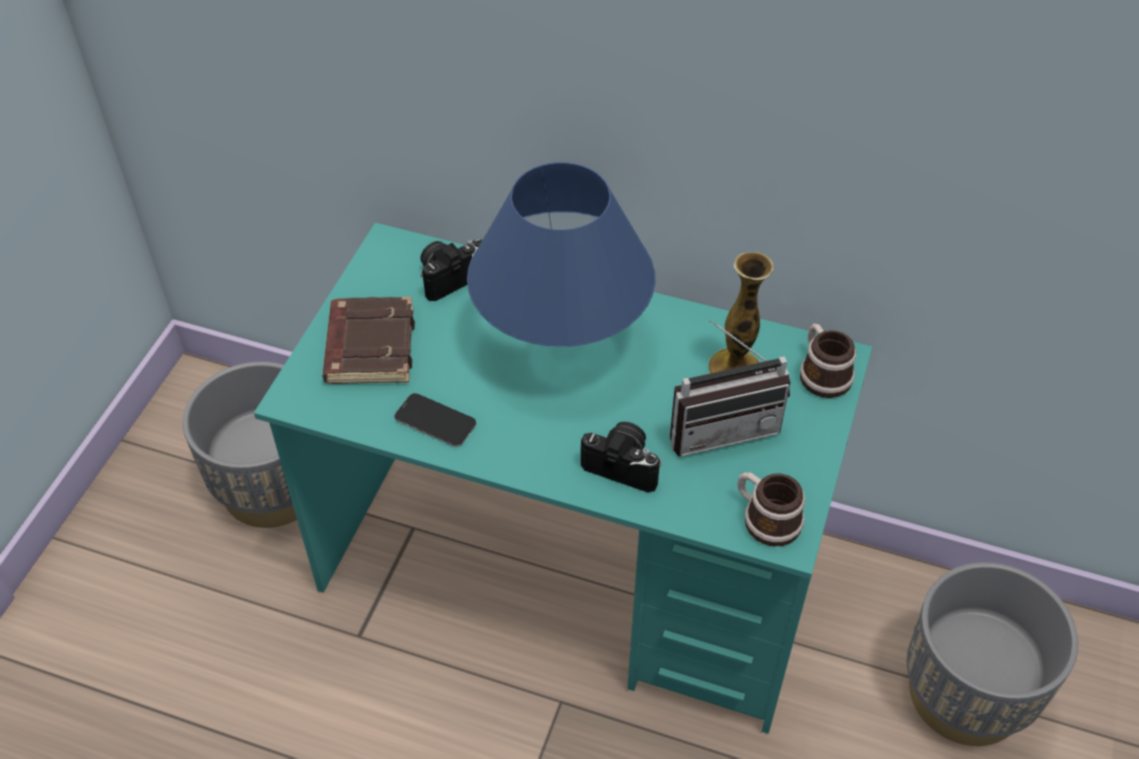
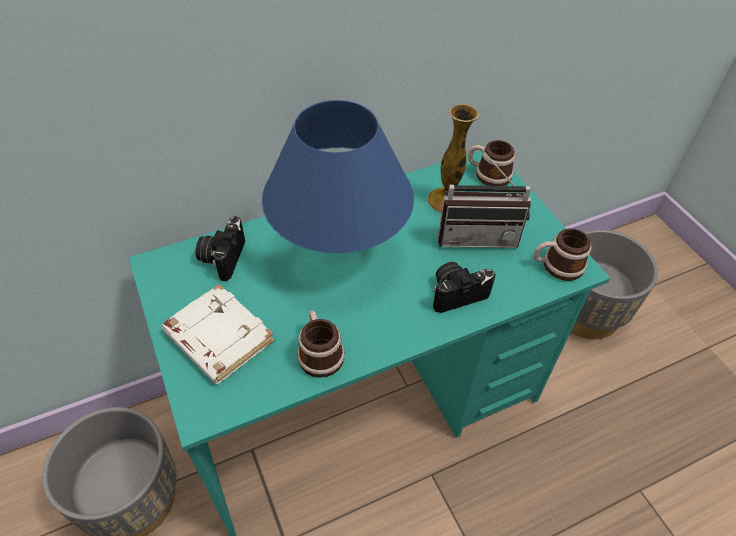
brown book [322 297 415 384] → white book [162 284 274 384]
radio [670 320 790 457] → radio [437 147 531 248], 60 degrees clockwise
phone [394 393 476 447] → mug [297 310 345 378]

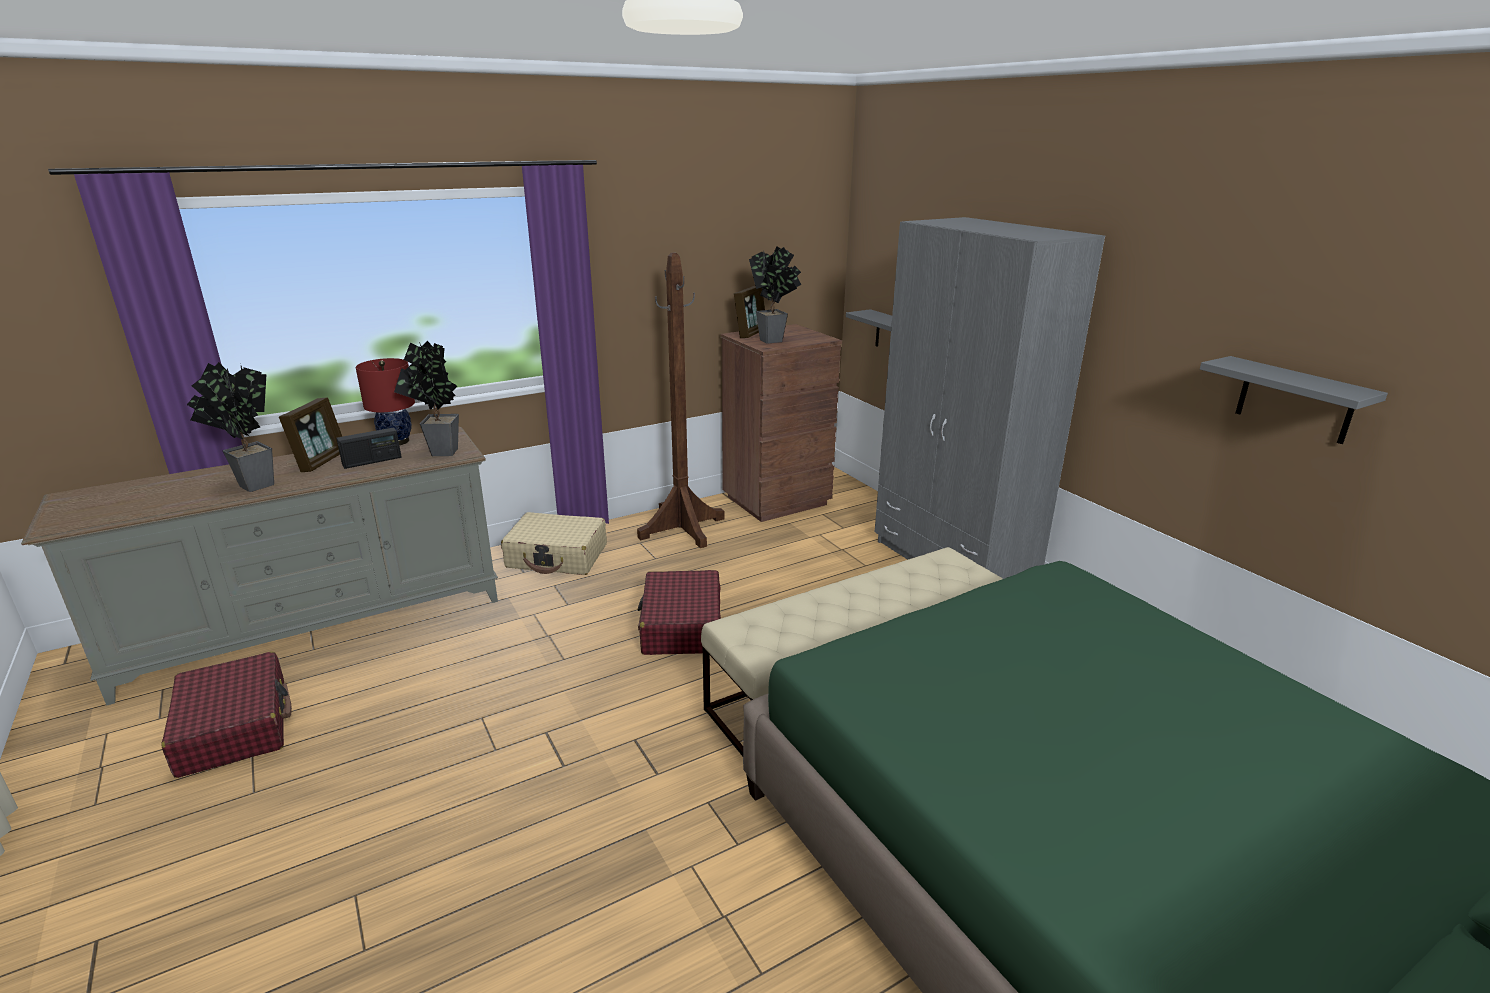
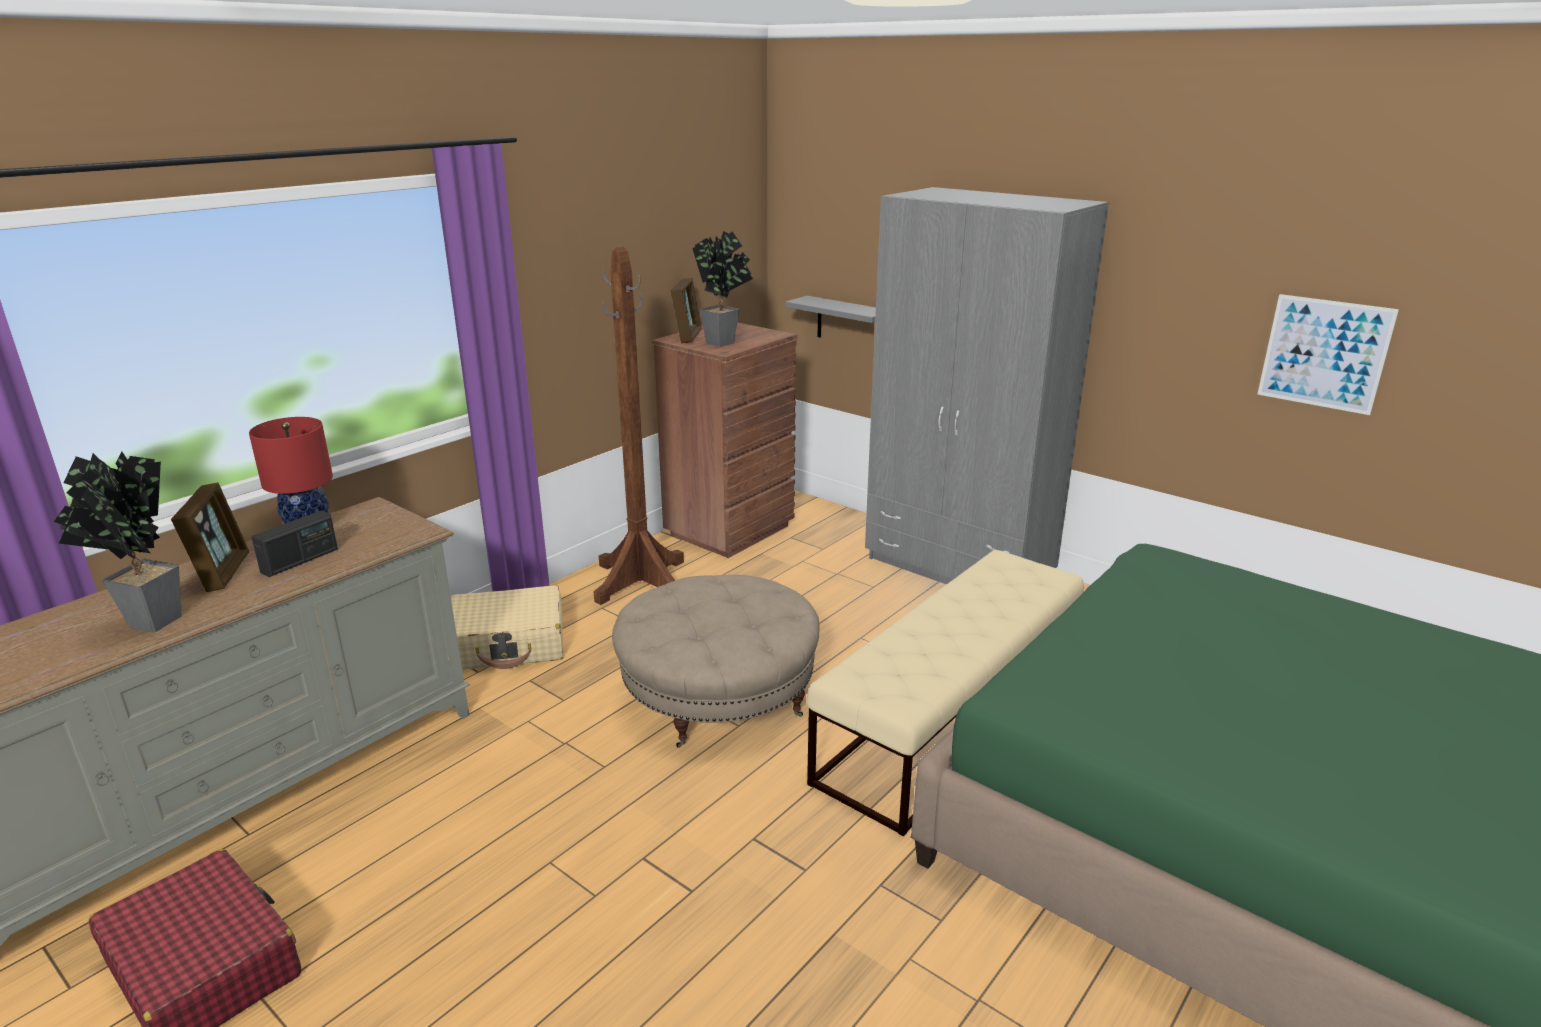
potted plant [394 341 459 456] → -
grey shelf [1200 356 1388 444] → picture [1257 294 1399 415]
red suitcase [638 570 721 655] → beige ottoman [612 575 819 747]

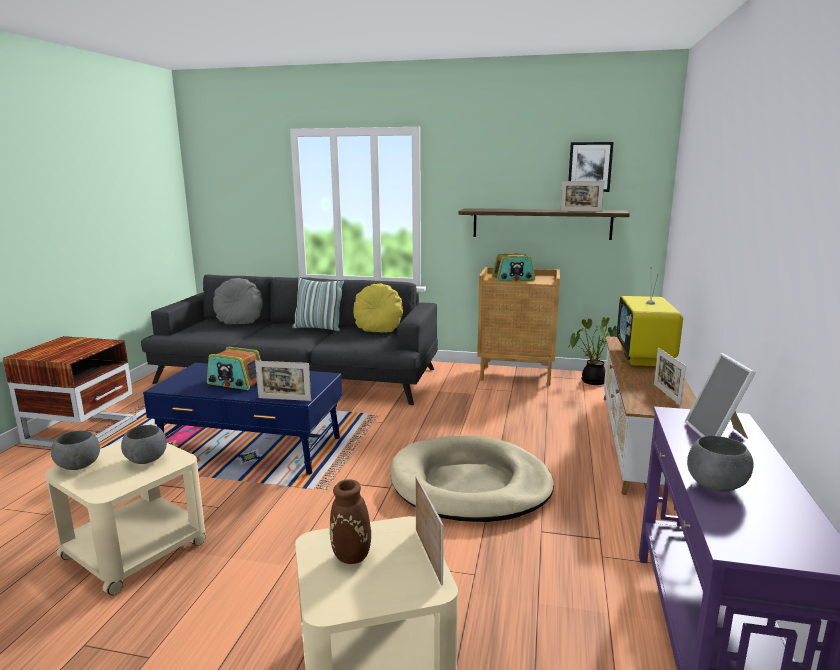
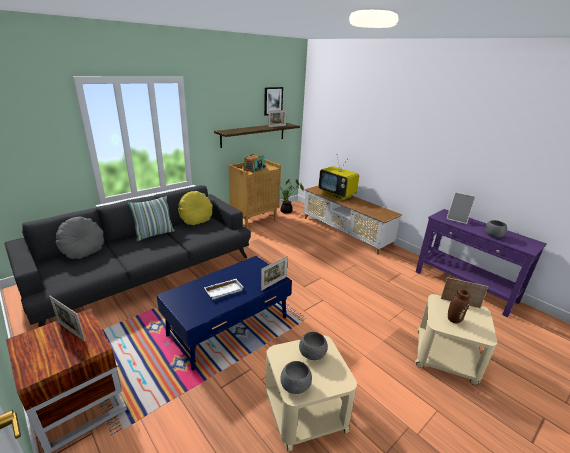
radio [207 347 261 390] → white tray [204 279 243 300]
picture frame [654 348 686 406] → picture frame [49 296 85 342], moved
beige dog bed [390 436 554 522] → -

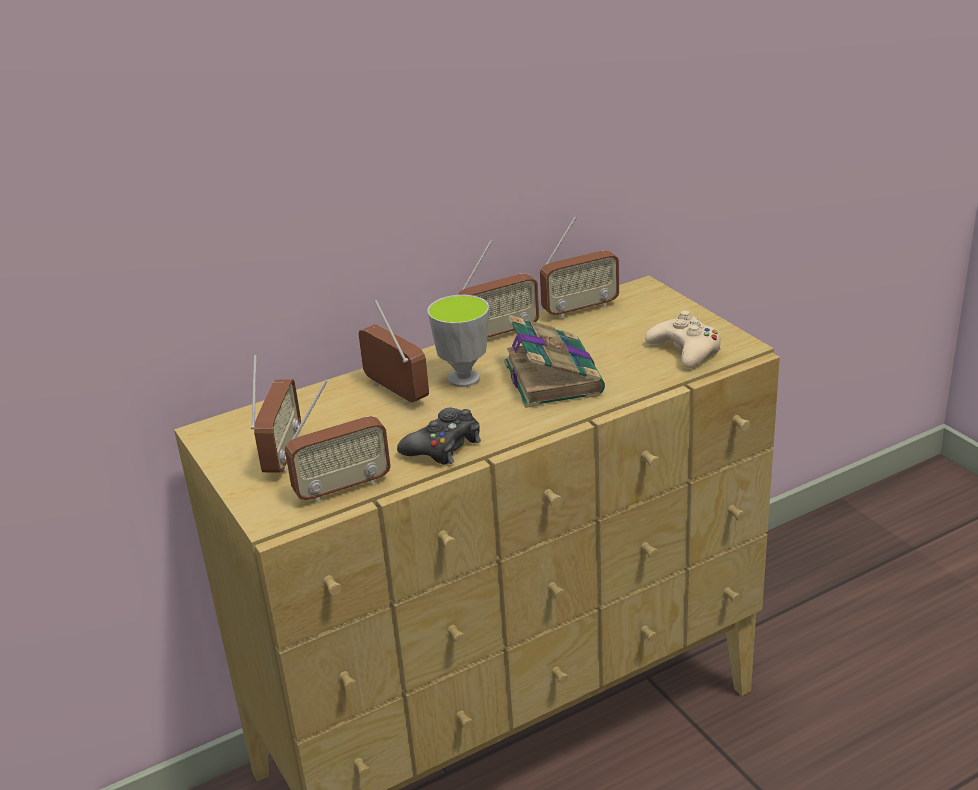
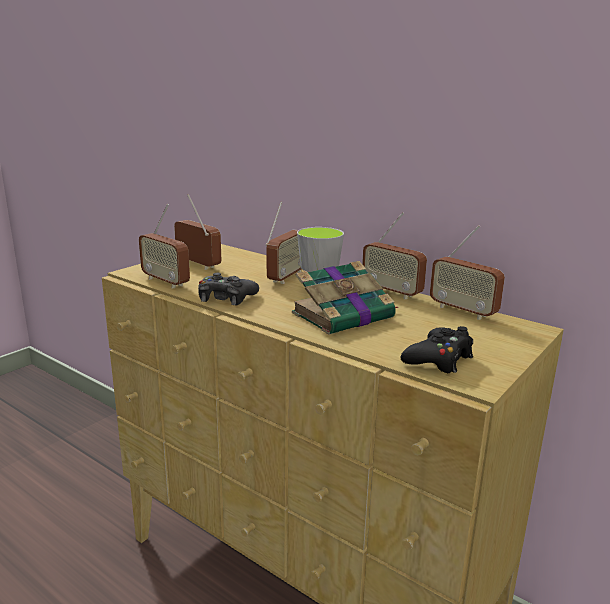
beige game controller [645 310 721 368] → black game controller [400 326 473 373]
radio [251 355 301 472] → radio [174 194 221 270], 120 degrees counterclockwise

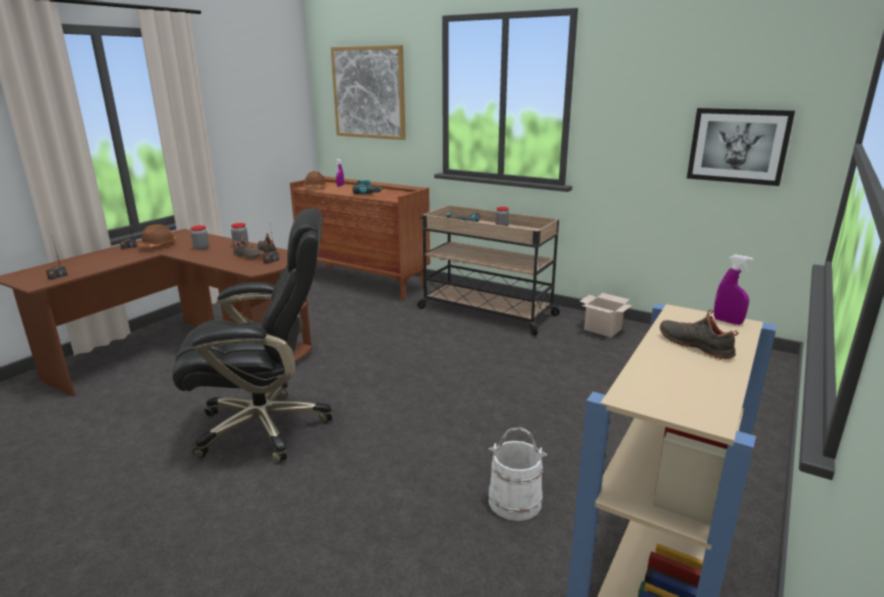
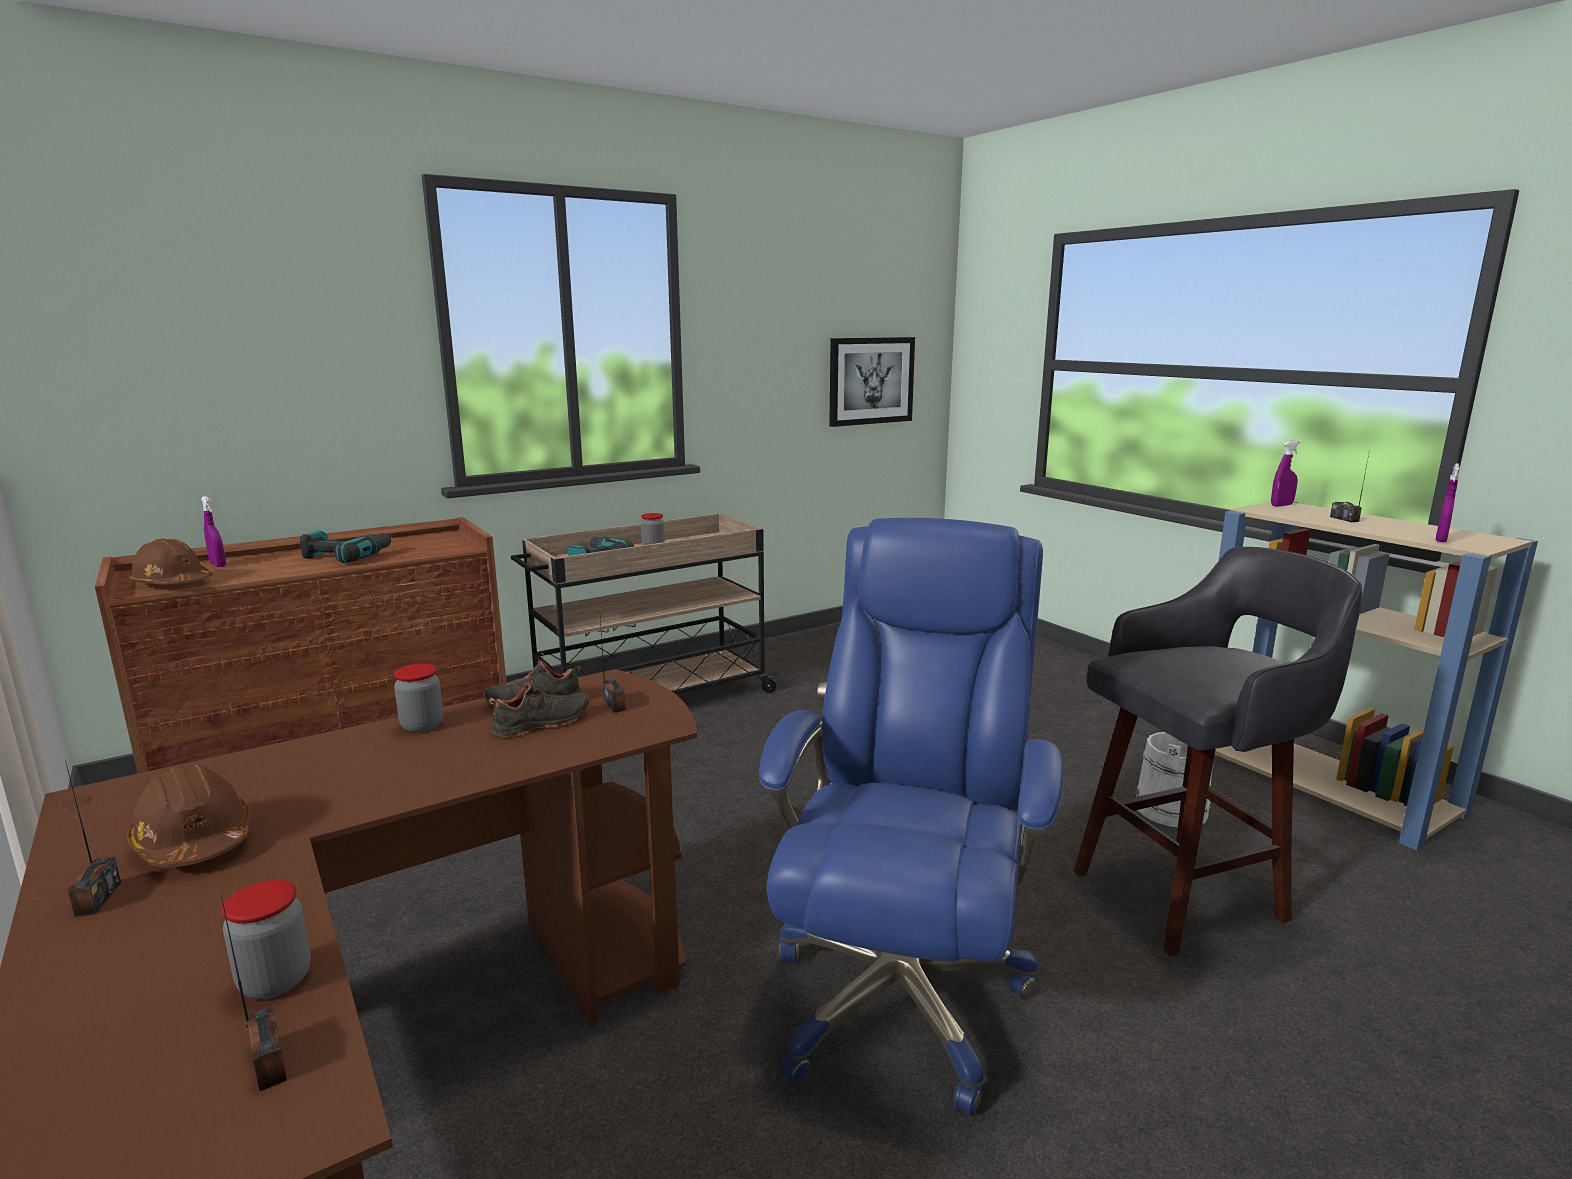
picture [331 45 406 140] → -
black office chair [172 208 332 463] → blue office chair [759 518 1064 1115]
jar [190 225 209 250] → jar [222 880 311 999], moved
cardboard box [580 293 632 337] → -
black shoe [660 309 739 360] → radio [1330 454 1369 522]
- → purple spray bottle [1436 464 1460 542]
- → grey stool [1073 547 1362 956]

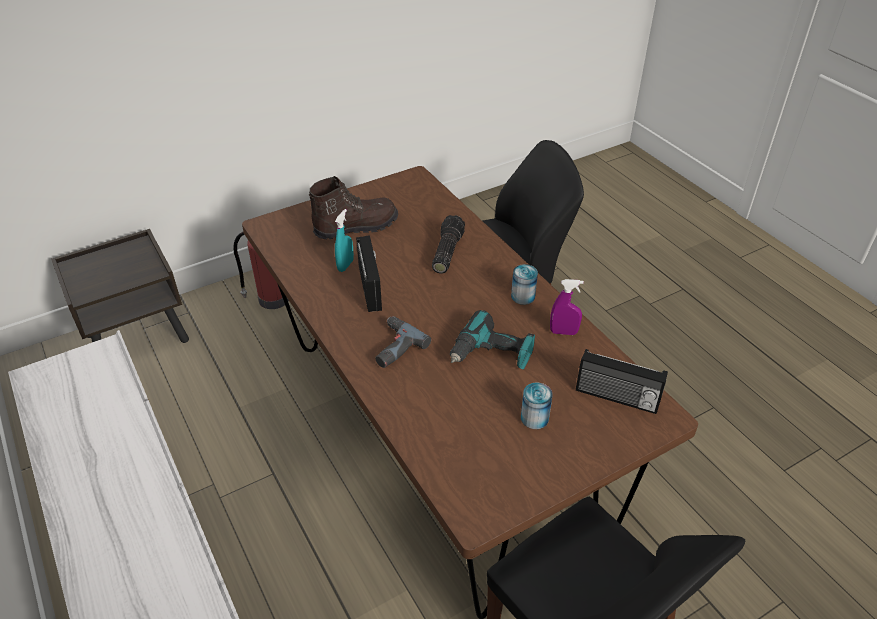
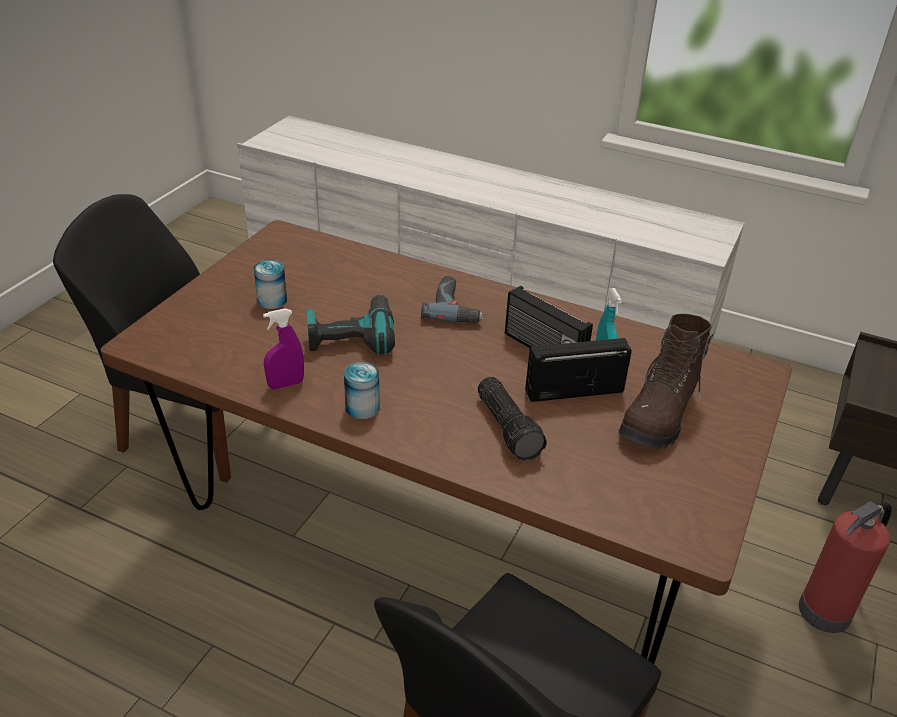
radio [576 349 668 414] → radio [525 338 632 402], moved

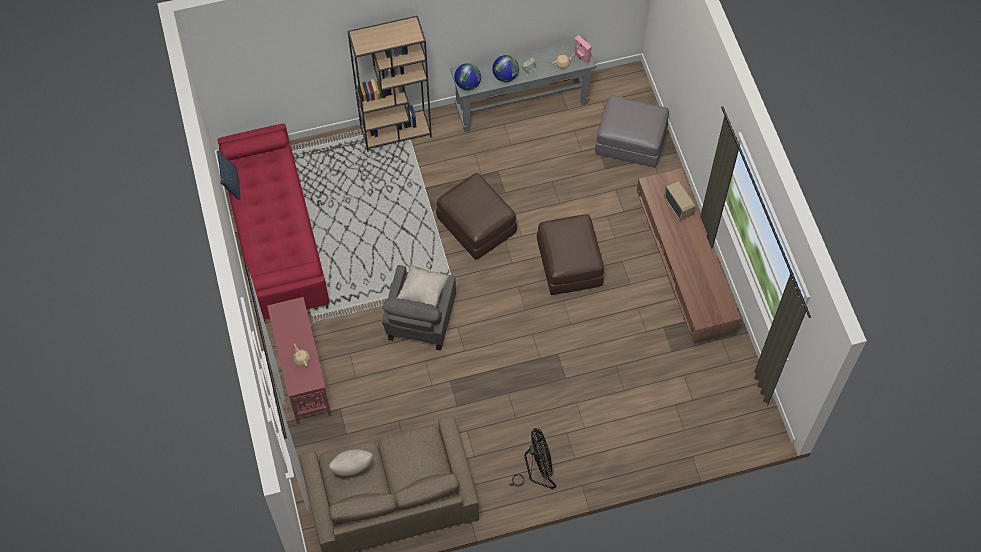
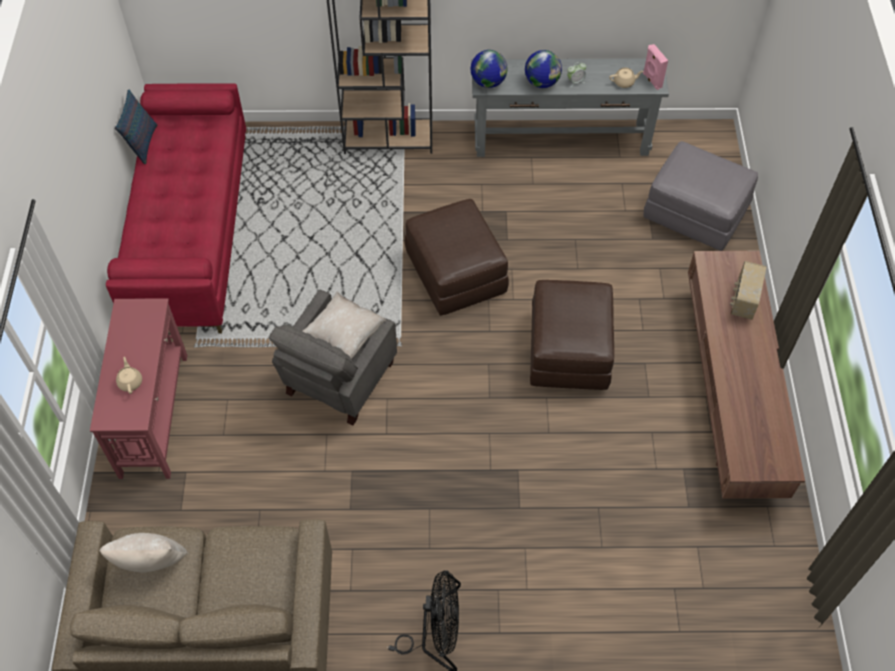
radio [664 181 695 221] → radio [730 261 766 320], 150 degrees counterclockwise

